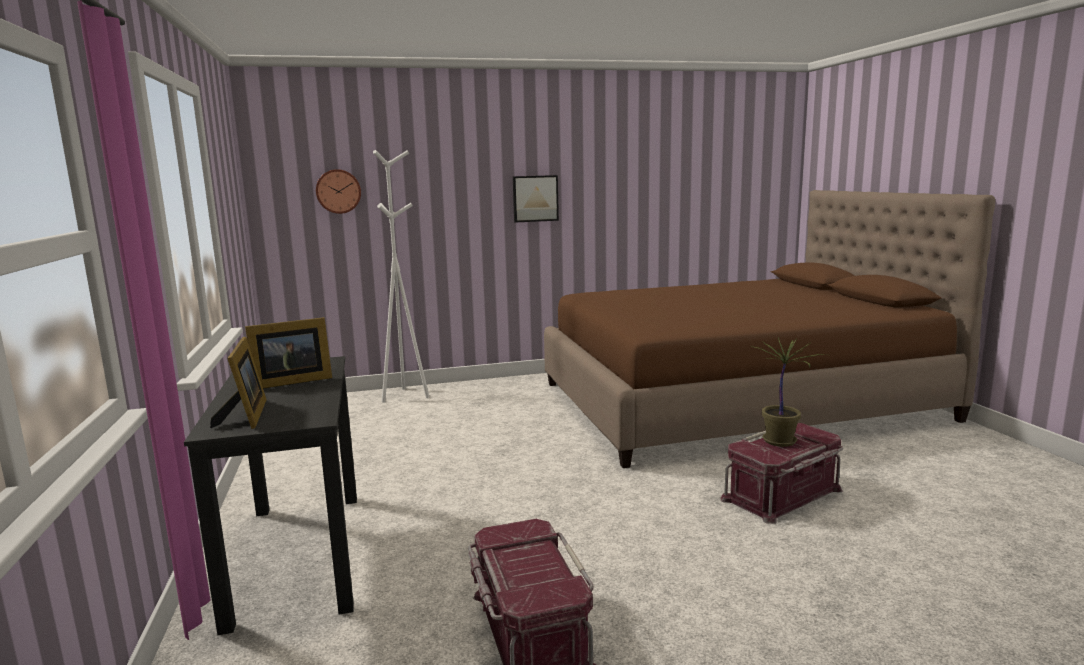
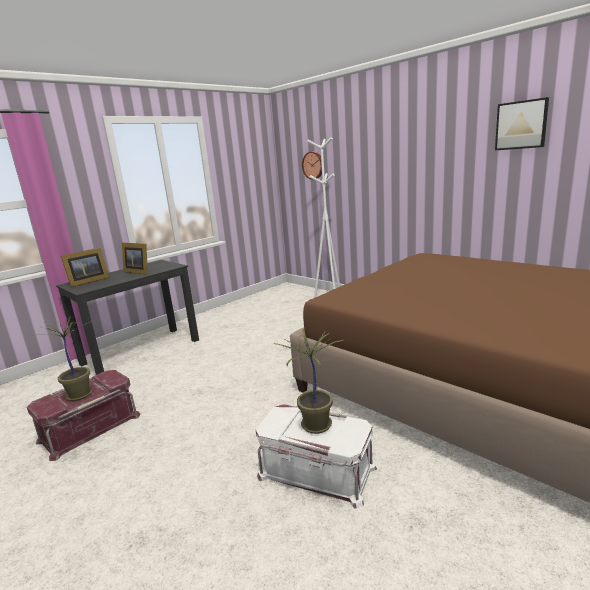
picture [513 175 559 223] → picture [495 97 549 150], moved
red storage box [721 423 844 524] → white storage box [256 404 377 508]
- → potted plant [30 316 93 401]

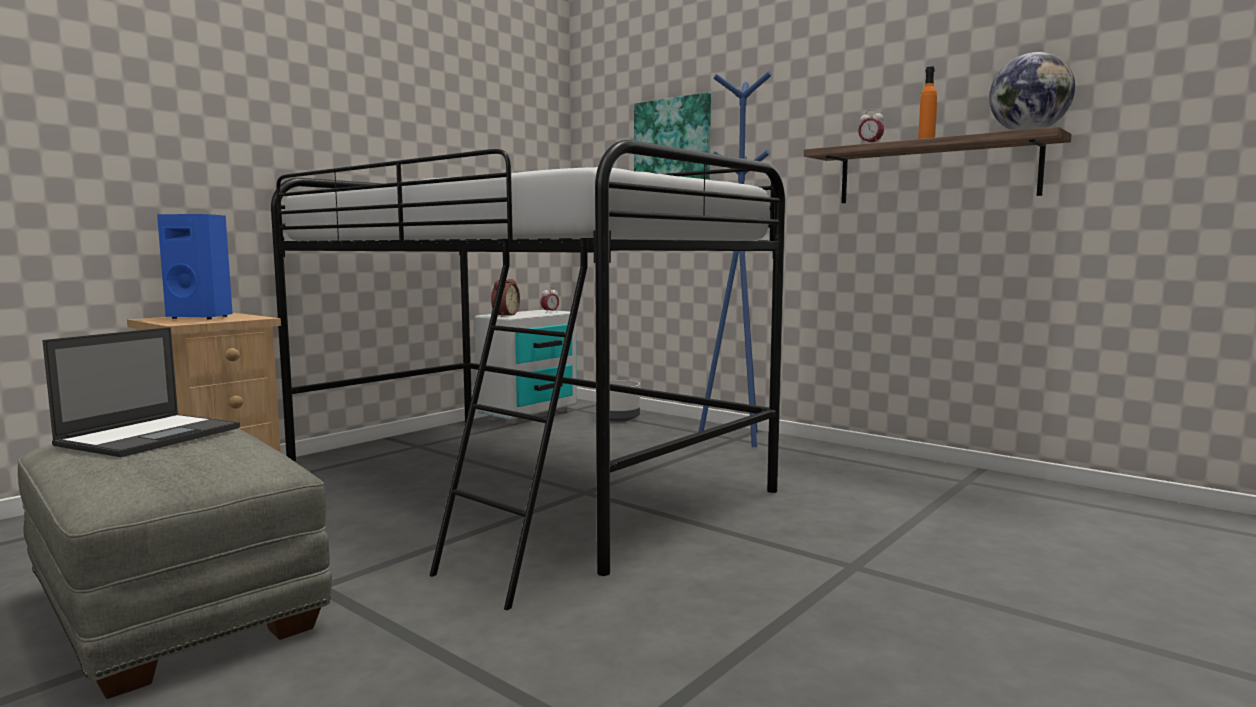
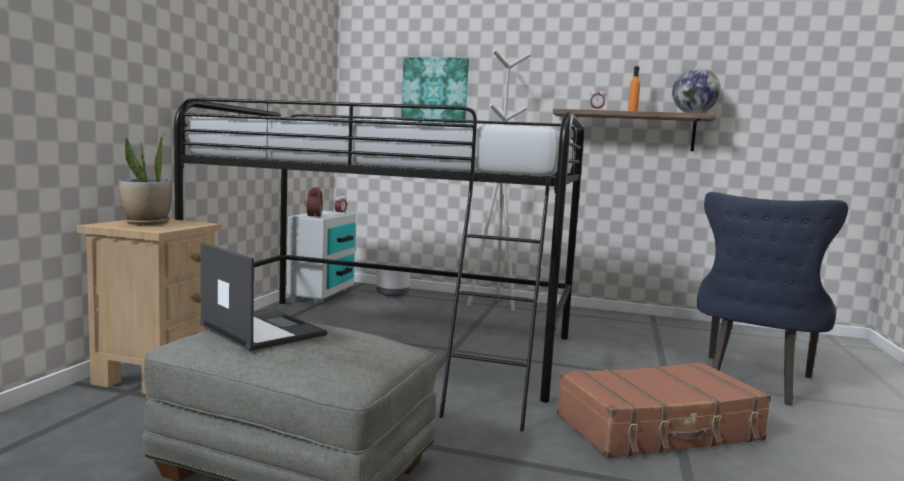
blue clothes rack [698 71 772 447] → grey clothes rack [467 50 531 310]
blue speaker [157 214 233 319] → potted plant [119 134 172 225]
laptop [42 327 240 457] → laptop [200 242 327 351], 45 degrees counterclockwise
- → blue chair [697 192 848 406]
- → brown suitcase [556 362 771 459]

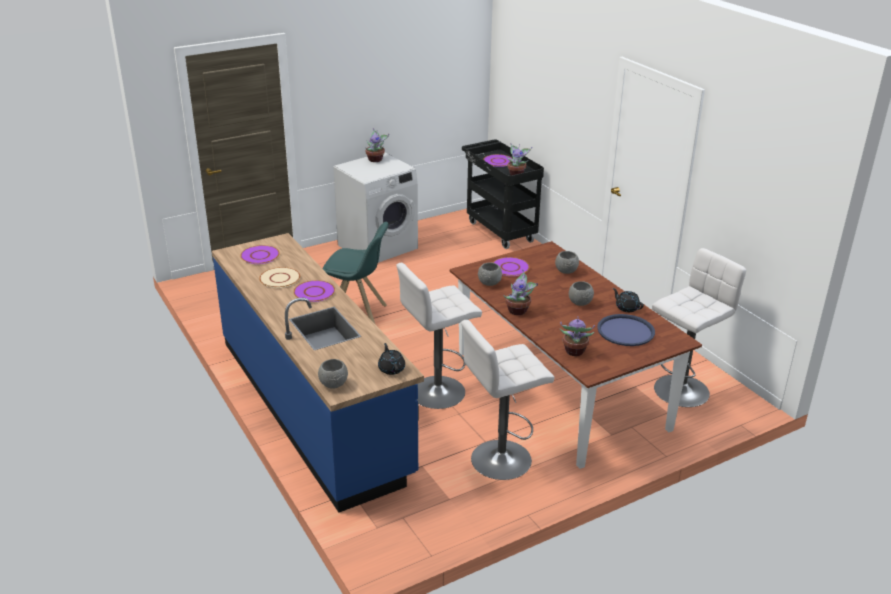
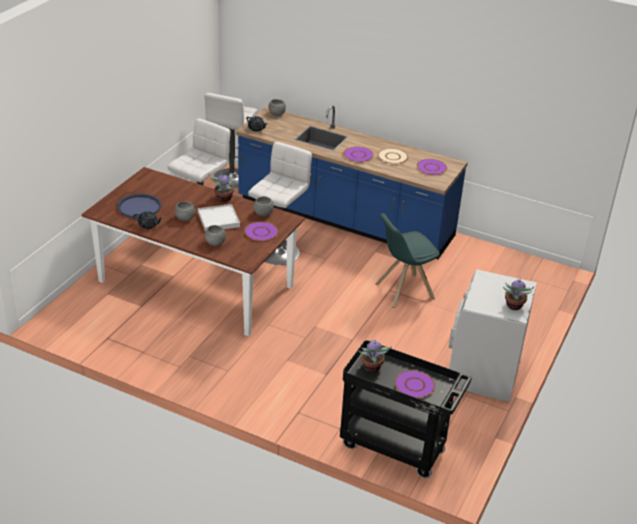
white stool [652 248 746 407] → white stool [205 93 258 188], moved
potted plant [560 316 595 356] → -
- → white tray [198 204 240 231]

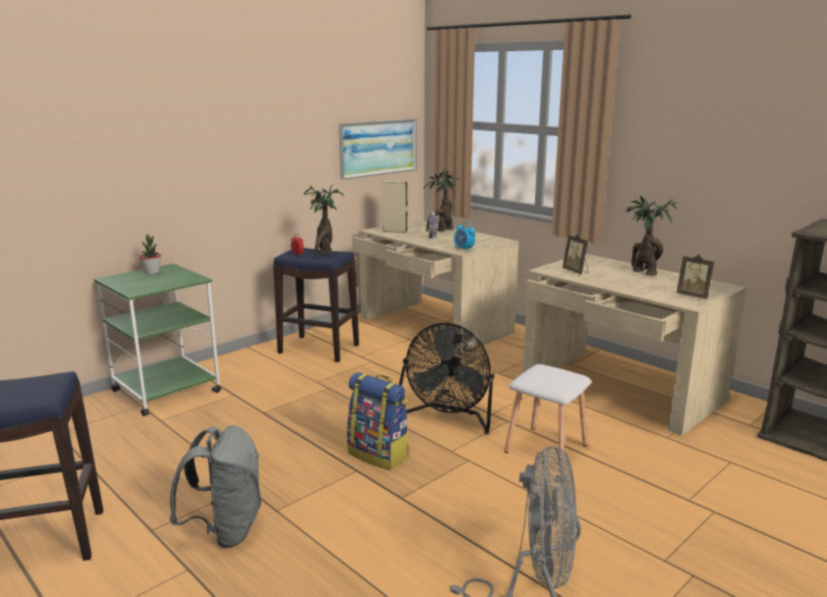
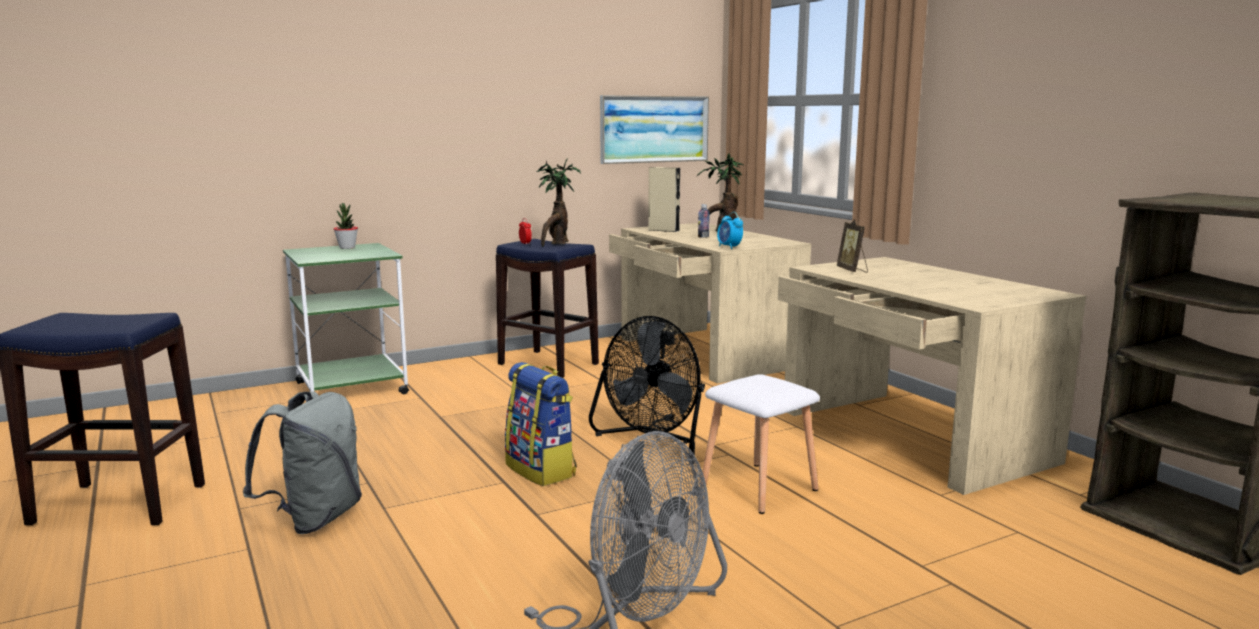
potted plant [626 196 677 275] → -
picture frame [676 254 715 299] → -

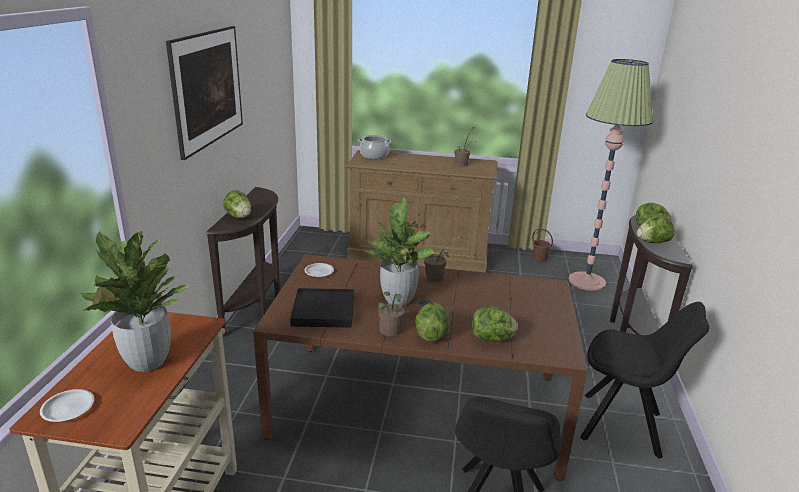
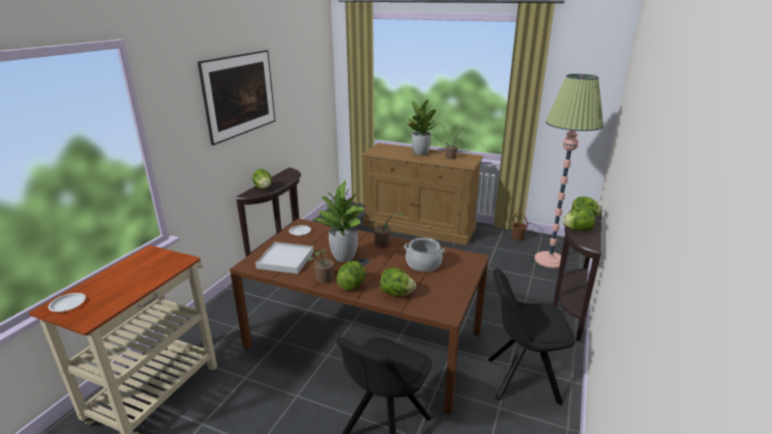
cooking pot [358 135 391 159] → cooking pot [404 238 445 272], moved
potted plant [81 231 189 372] → potted plant [404 100 441 155], moved
black tray [290 288 354 328] → white tray [256 242 314 274]
black chair [580 302 709 458] → black chair [488 268 575 405], 150 degrees clockwise

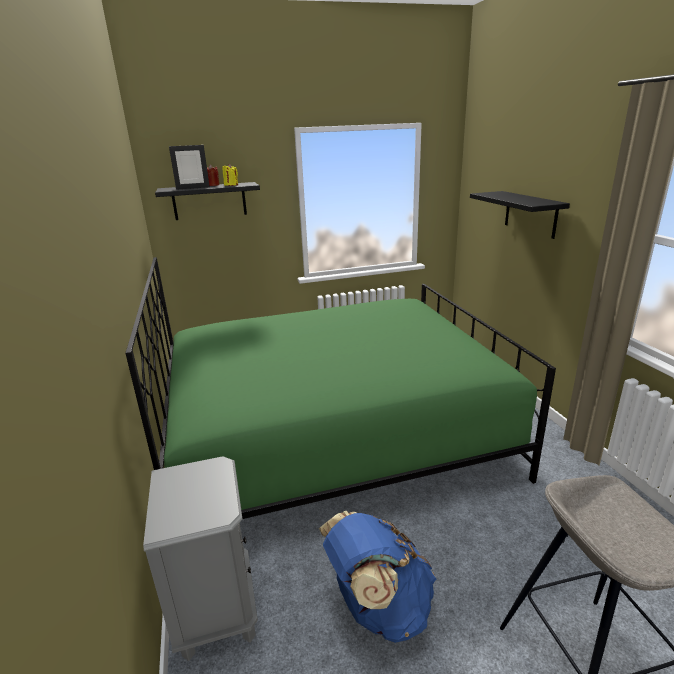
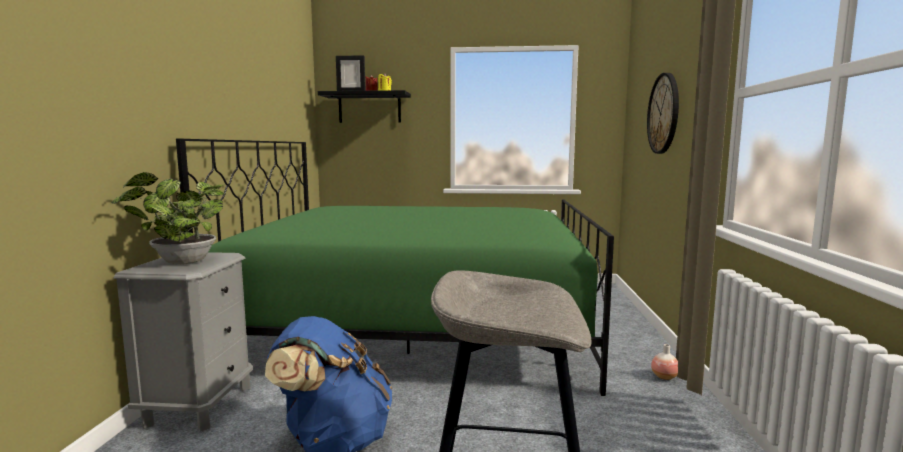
black shelf [470 191 570 239] → wall clock [647 73 679 154]
- → potted plant [111 172 225 265]
- → vase [651 344 678 380]

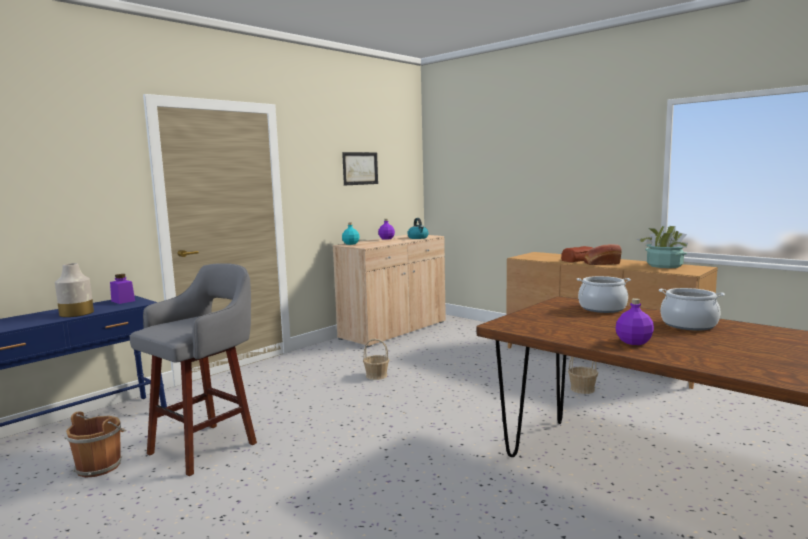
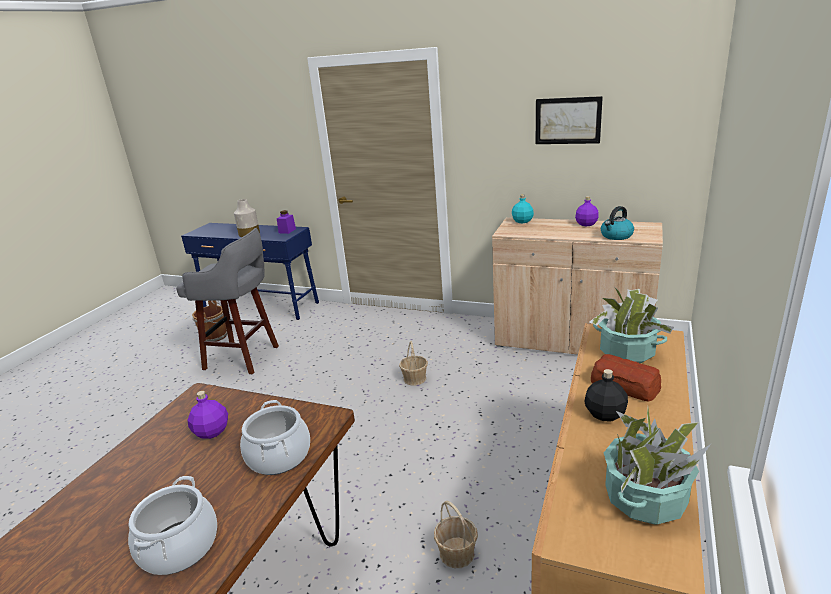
bread [584 244 622 265] → black bottle [584 369 628 421]
purple bottle [615 298 654 345] → purple bottle [187 391 228 439], moved
- → potted plant [589 288 674 363]

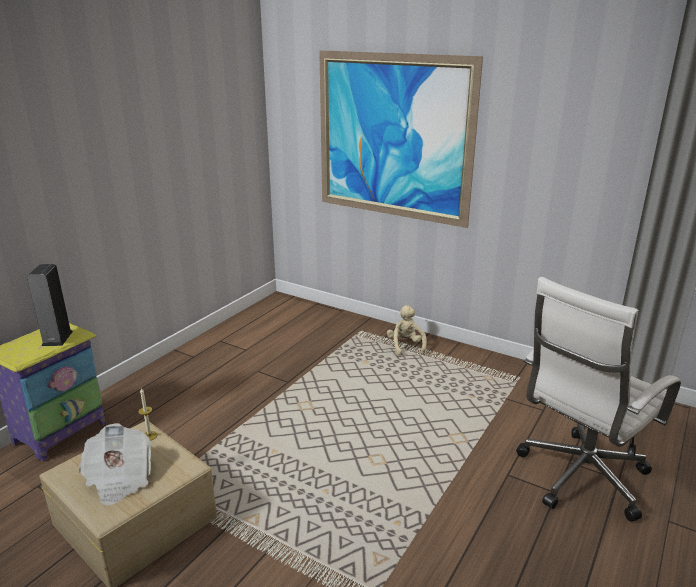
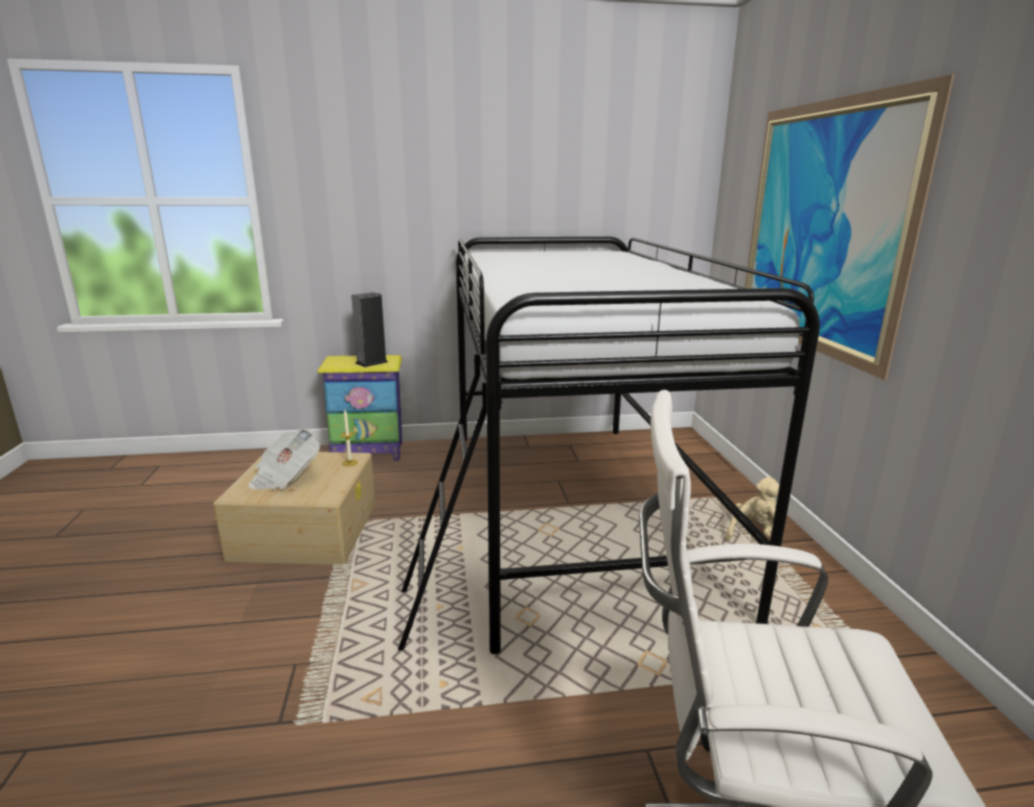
- → black bed [398 237 820 654]

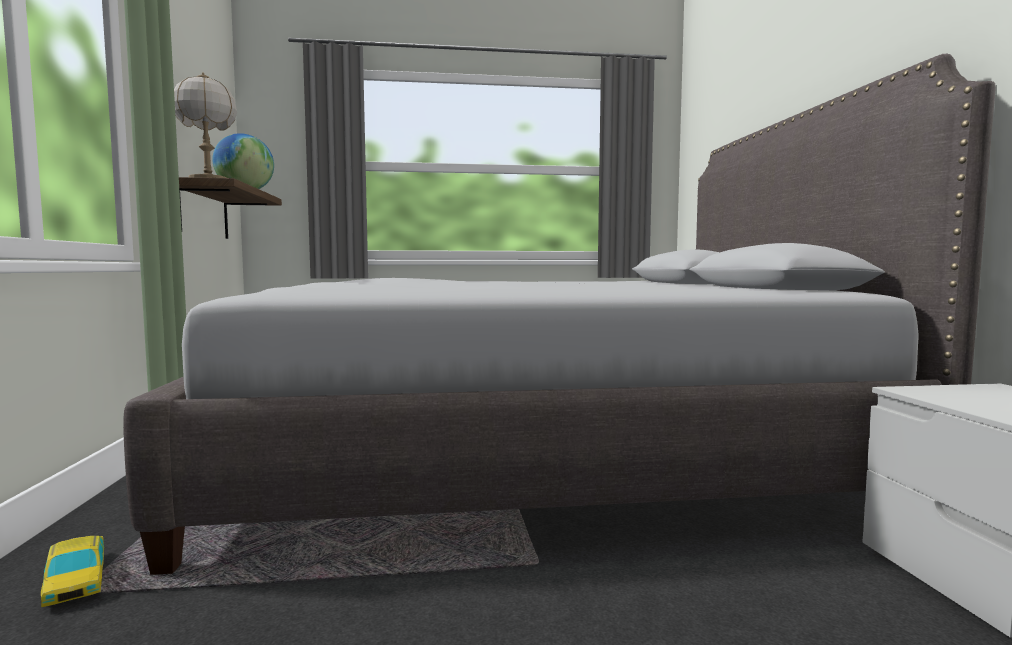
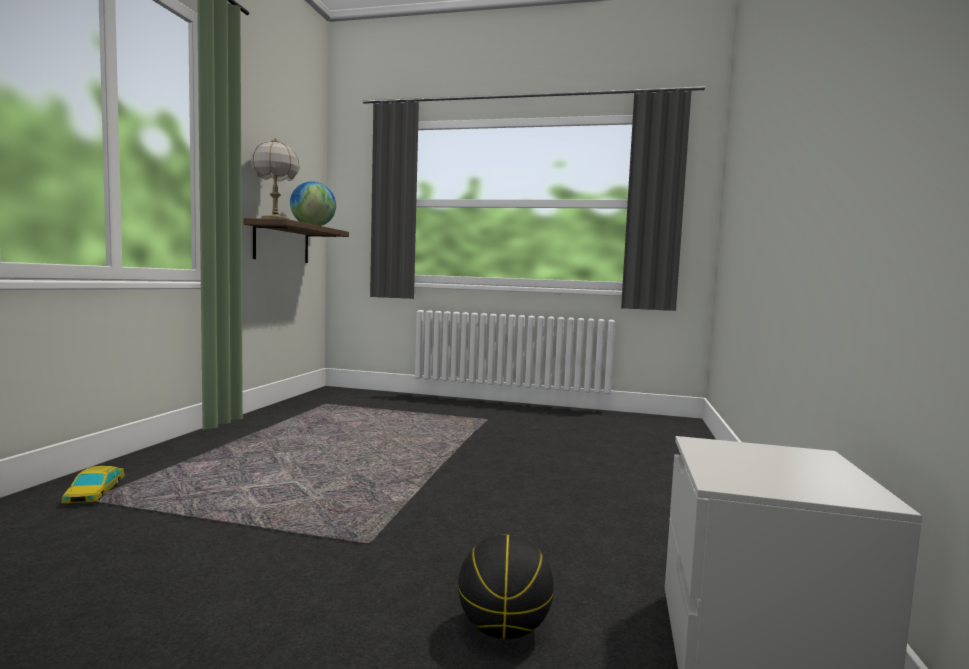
grey bed [123 54 996 575] → -
- → basketball [458 534 554 639]

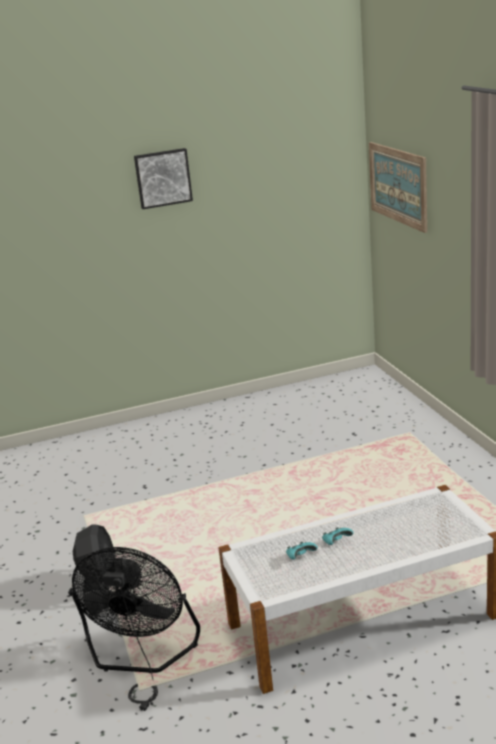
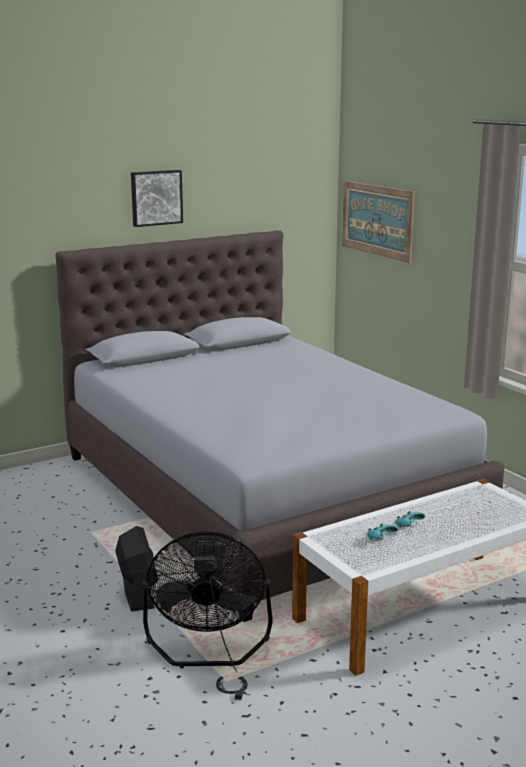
- → grey bed [55 230 505 622]

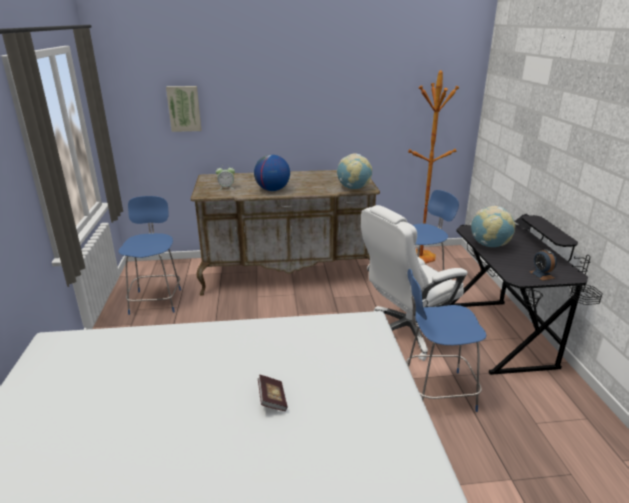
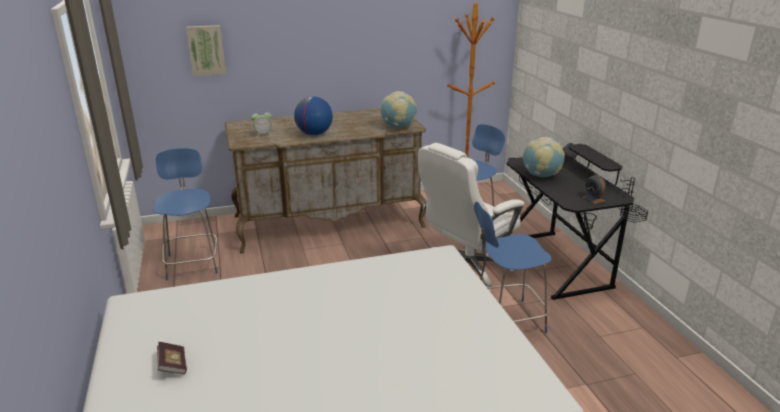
book [258 375 288 411] → book [157 342 187 374], moved

